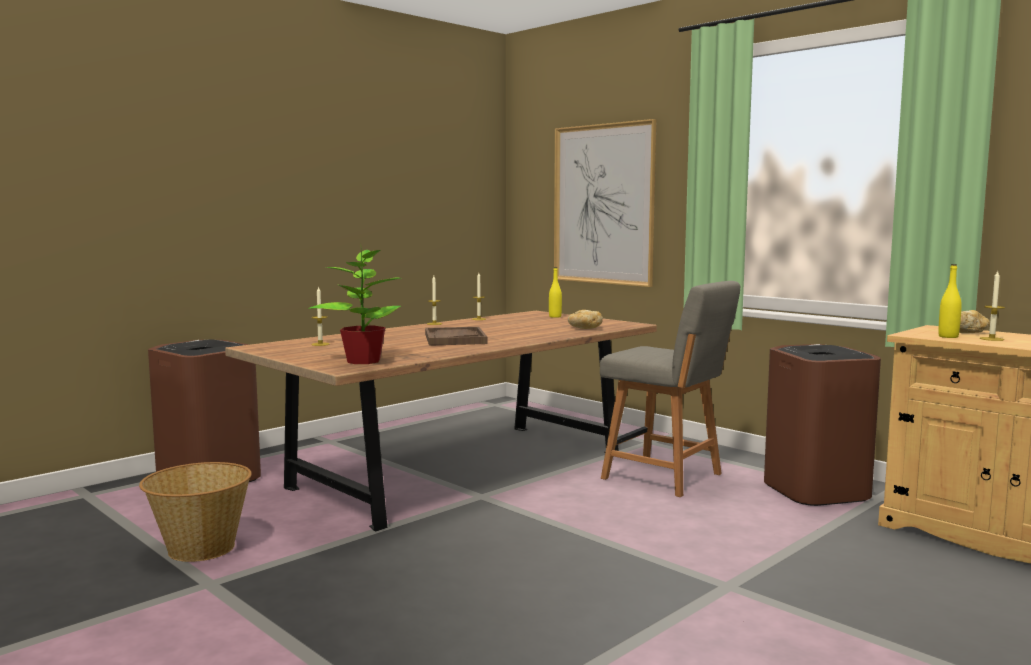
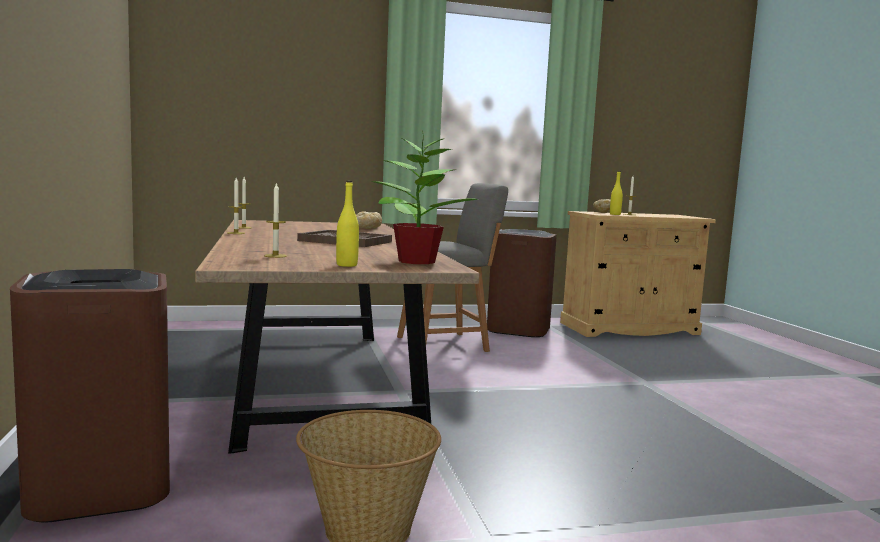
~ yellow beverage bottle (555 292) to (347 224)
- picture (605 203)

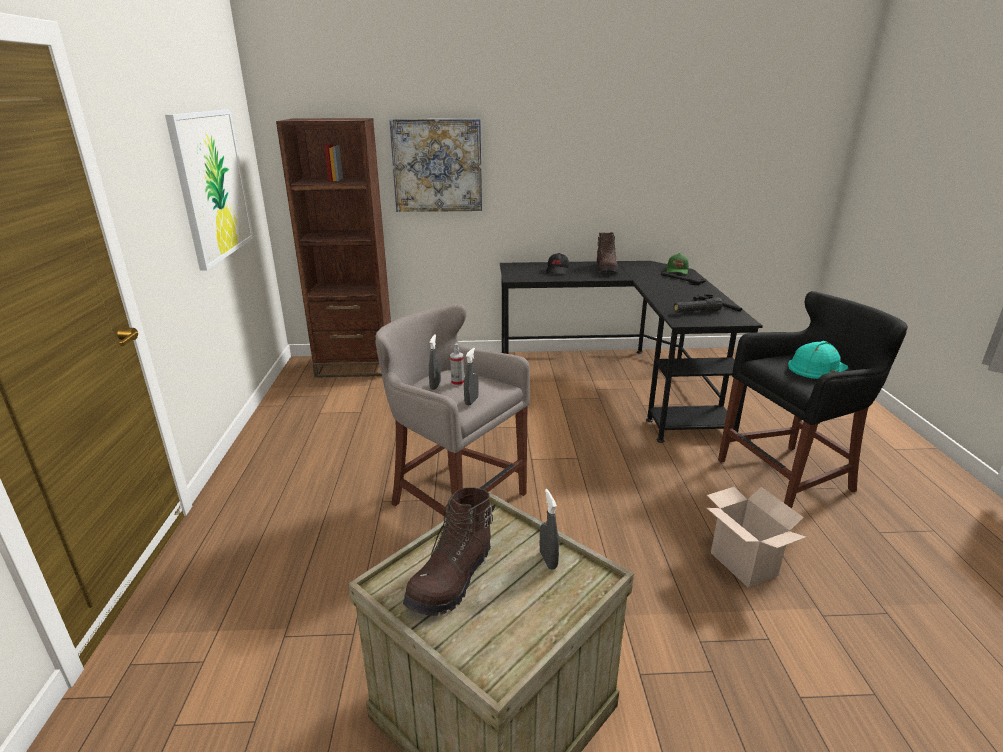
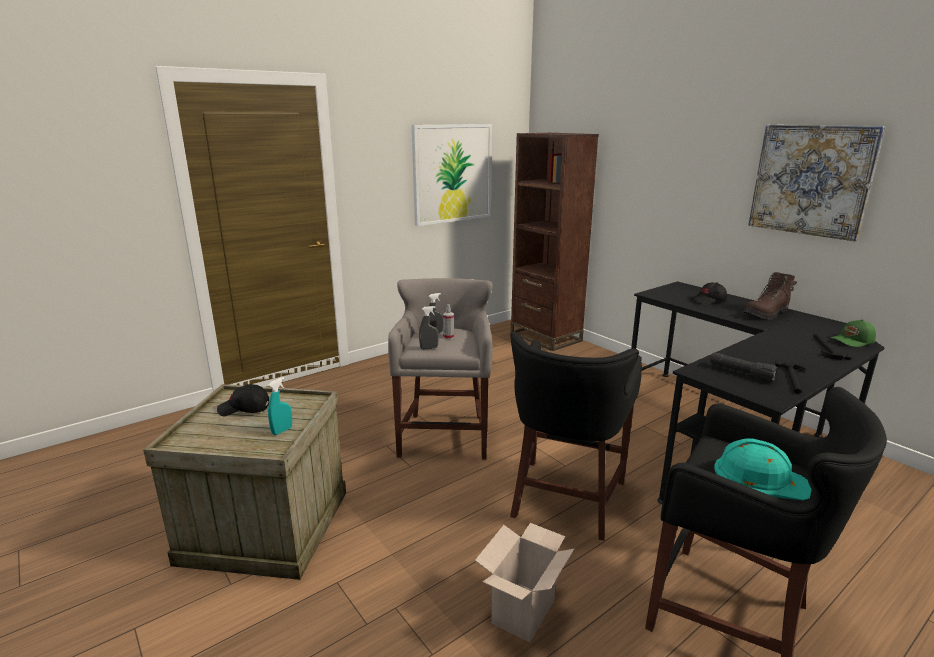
~ picture (435 165) to (817 183)
~ brown-coloured boot (449 551) to blackish cap (243 400)
~ gray spray bottle (549 529) to turquoise-coloured spray bottle (280 406)
+ blackish sitting stool (576 436)

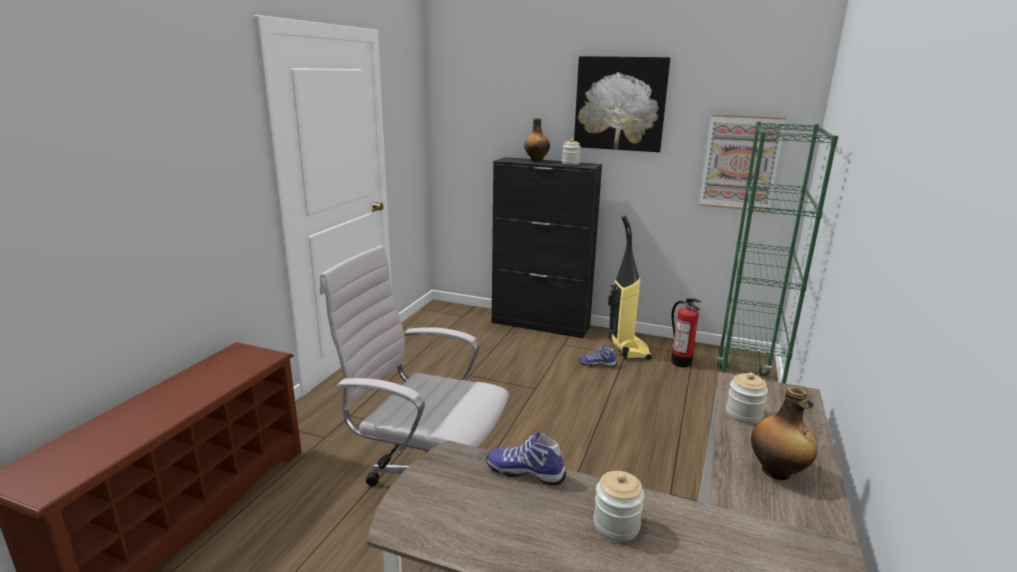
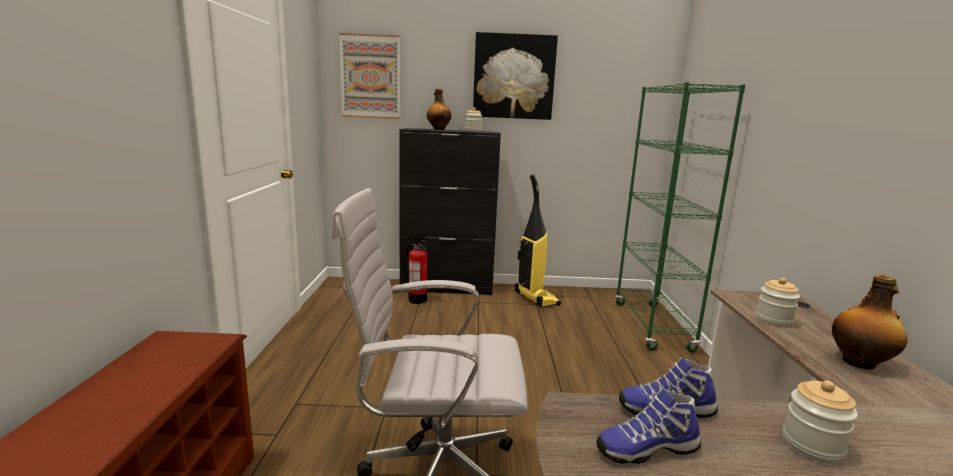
~ item of footwear (598 356) to (648 426)
~ fire-fighting cylinder (686 332) to (417 272)
~ picture (742 163) to (369 76)

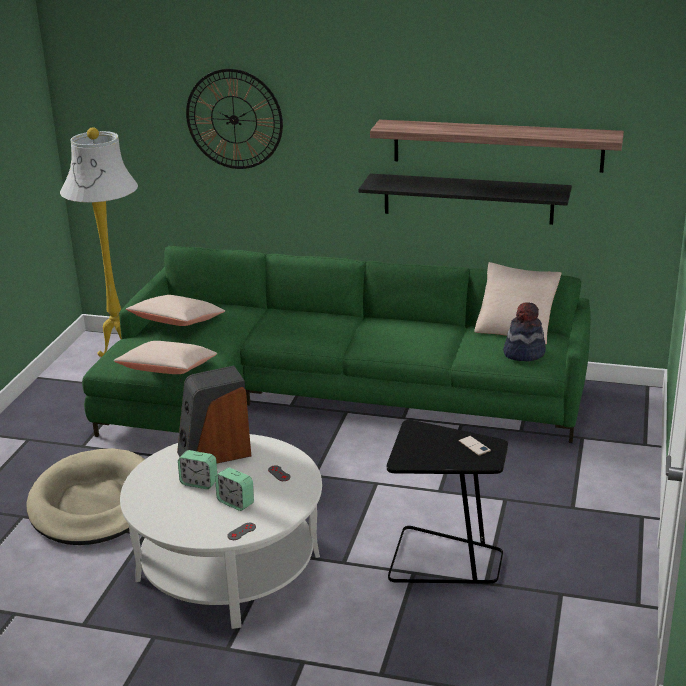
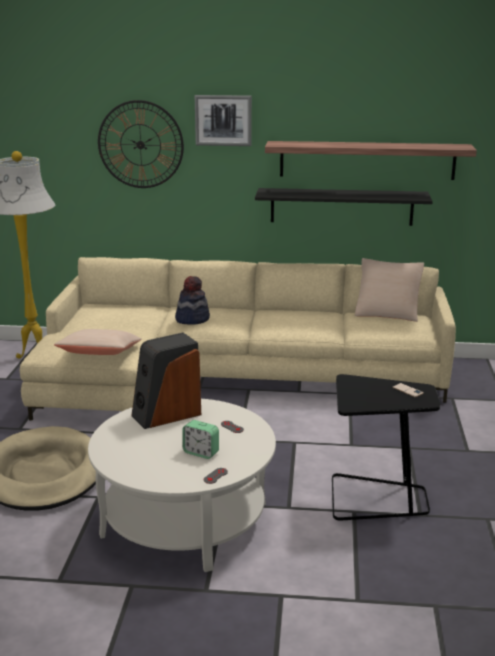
~ green couch (336 344) to beige-coloured couch (238 339)
- beige-coloured throw pillow (175 310)
- bedside clock (197 469)
~ clothing hat (524 331) to (192 300)
+ picture (223 120)

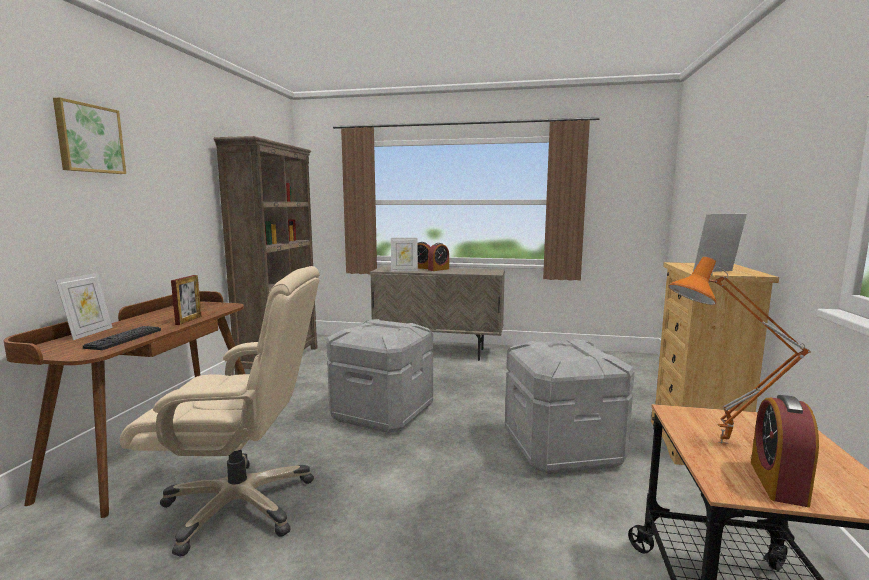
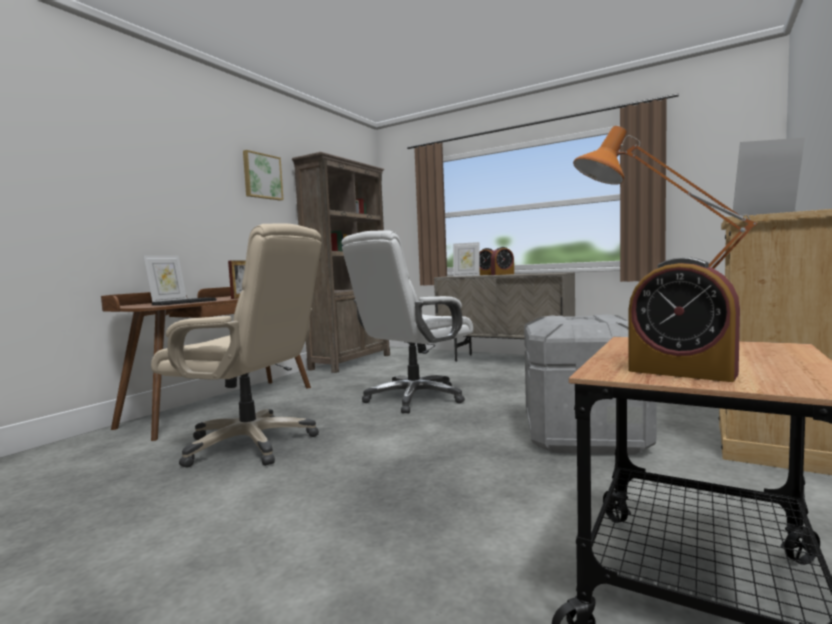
~ picture (89 135) to (263 175)
~ gray storage container (379 376) to whitish desk chair (407 322)
~ bedside clock (785 451) = (684 319) 90 degrees counterclockwise

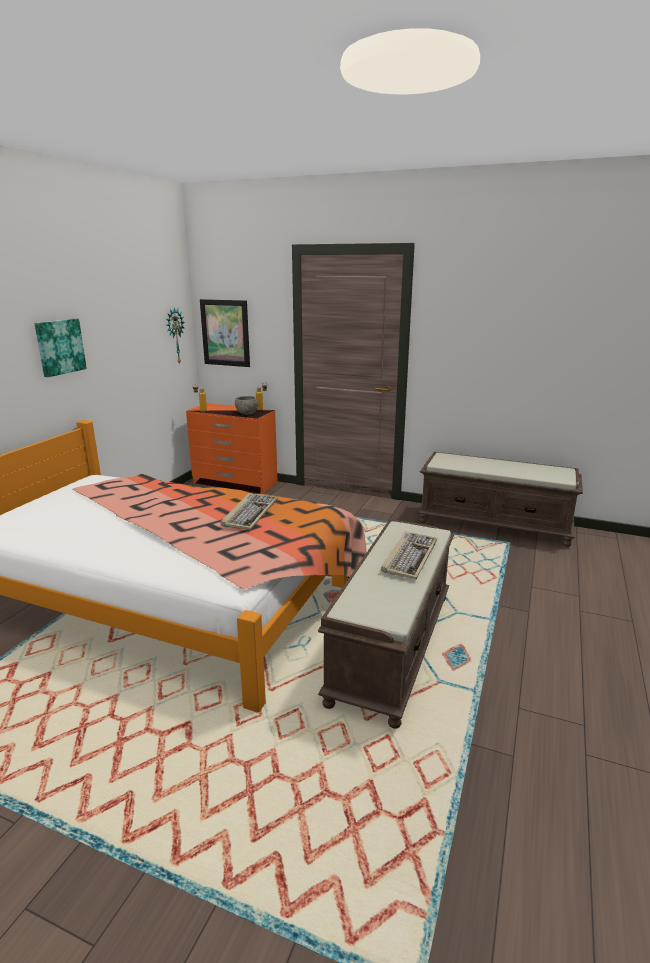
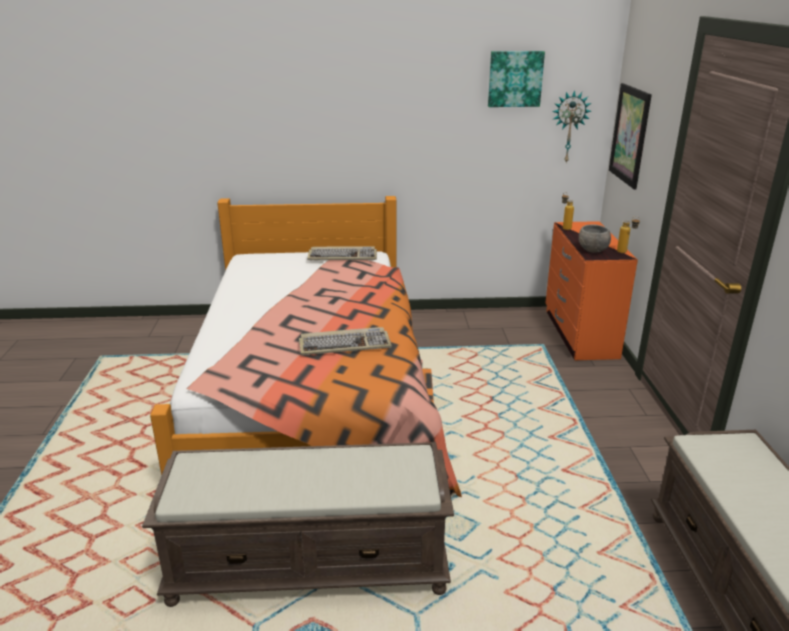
~ picture (60 348) to (516 79)
~ PC keyboard (409 555) to (342 253)

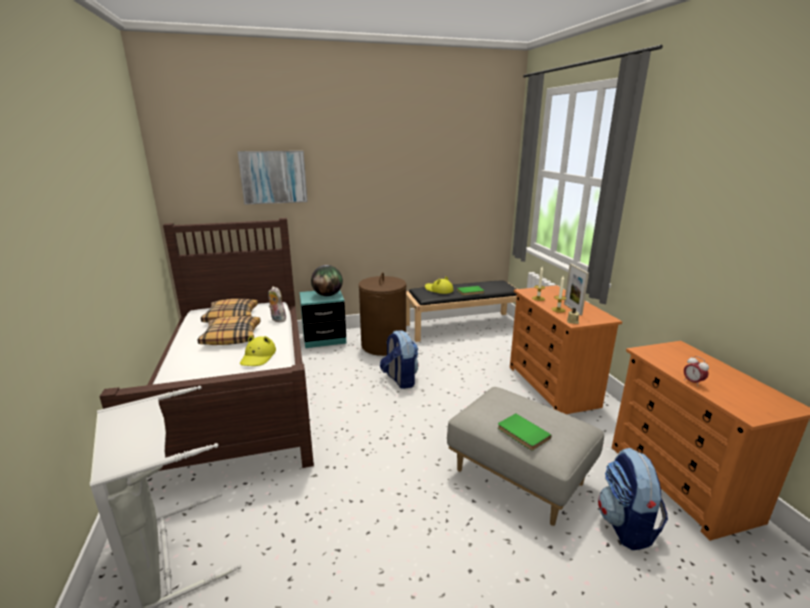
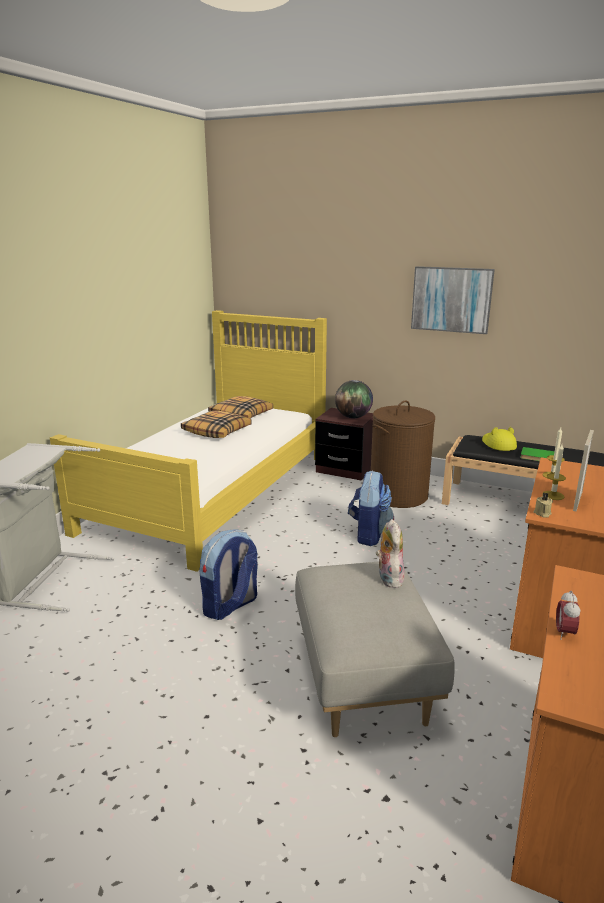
~ brown-coloured sleeping bed (206 344) to yellow sleeping bed (188 441)
~ picture (273 178) to (453 300)
- yellow clothing hat (258 350)
~ soft toy (277 304) to (390 553)
~ turquoise-coloured night table (322 319) to brown-coloured night table (344 444)
- green bound book (525 432)
~ rucksack (633 499) to (228 574)

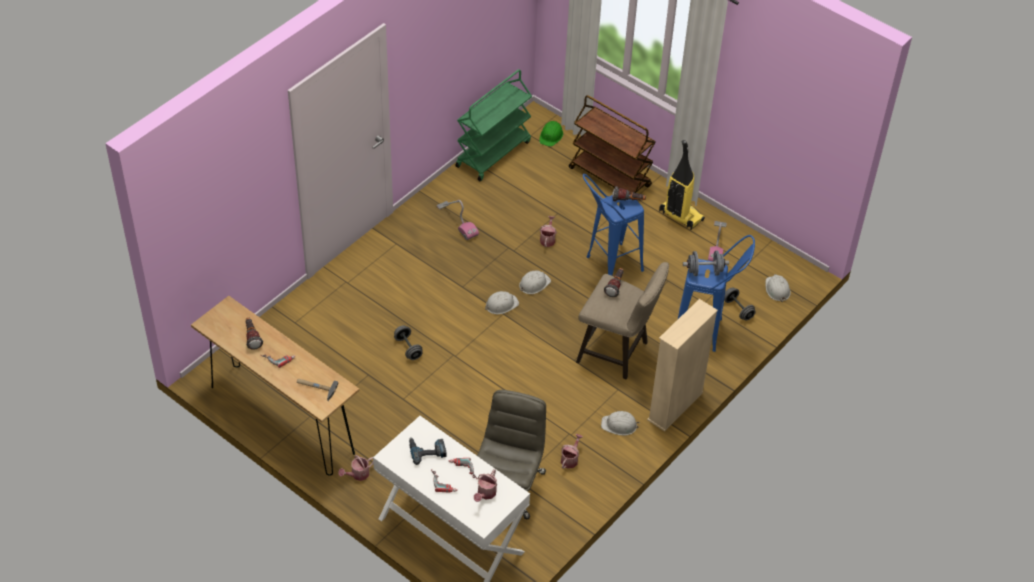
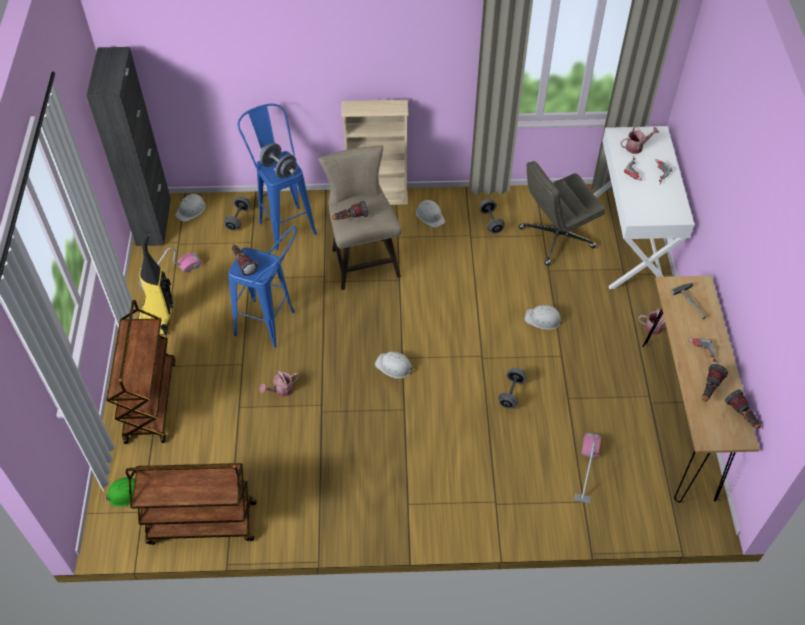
- electric drill (428 451)
~ vacuum cleaner (458 220) to (587 468)
~ green wheeled cart (493 125) to brown-coloured wheeled cart (191 504)
~ whitish hard hat (535 282) to (544 317)
~ watering can (572 451) to gray dumbbell (492 216)
+ blackish cabinet (128 146)
+ hand torch (743 409)

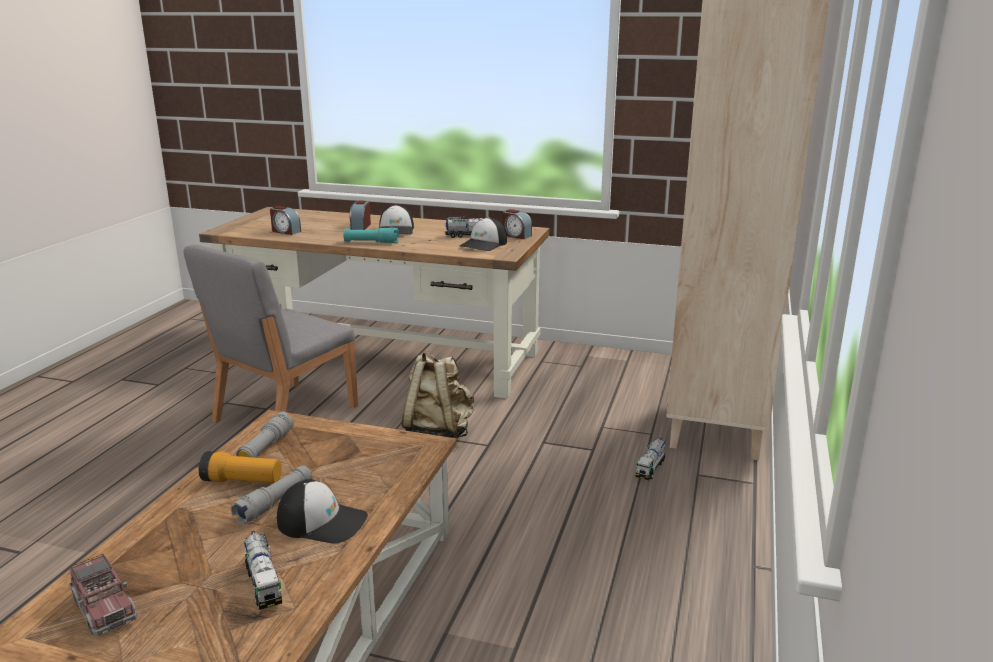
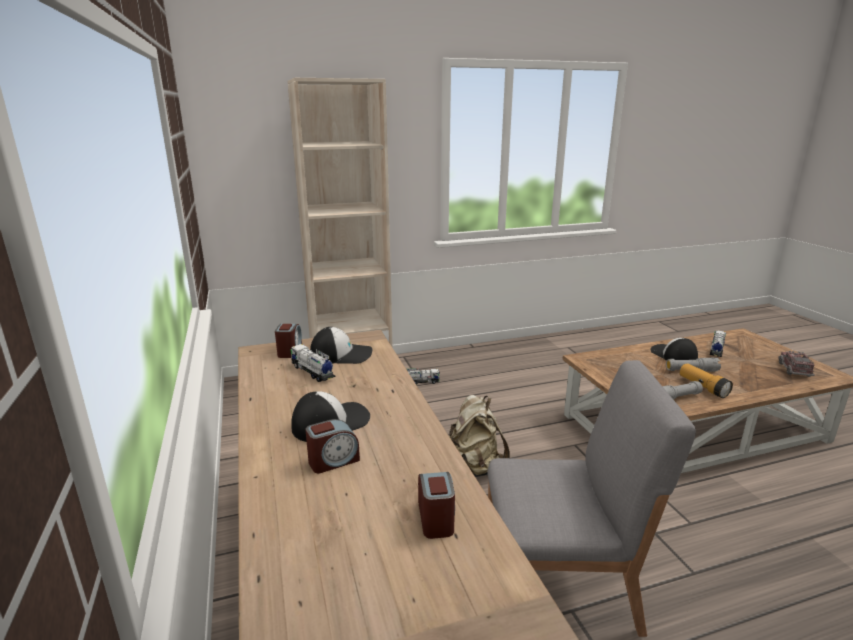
- turquoise-coloured hand torch (371 235)

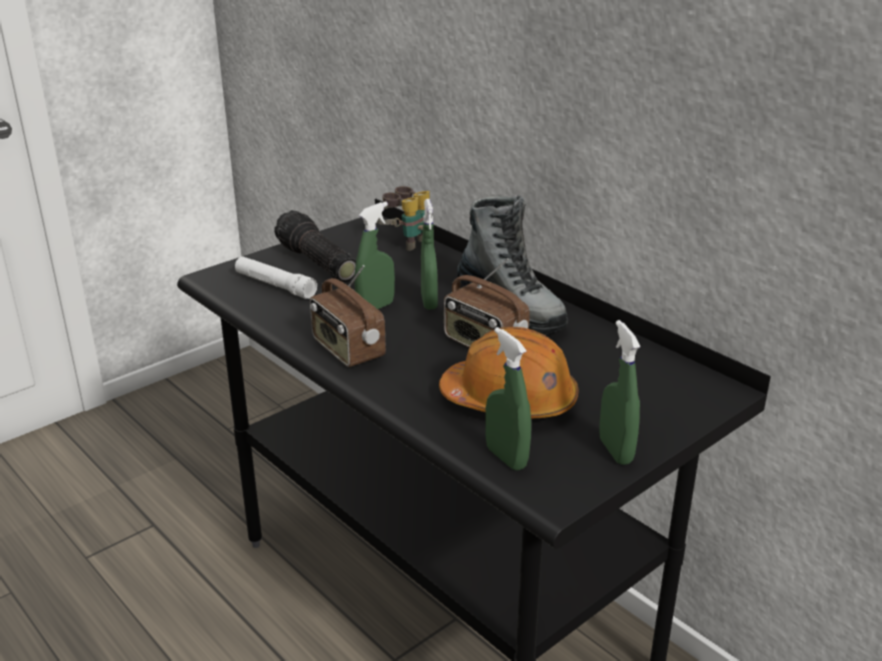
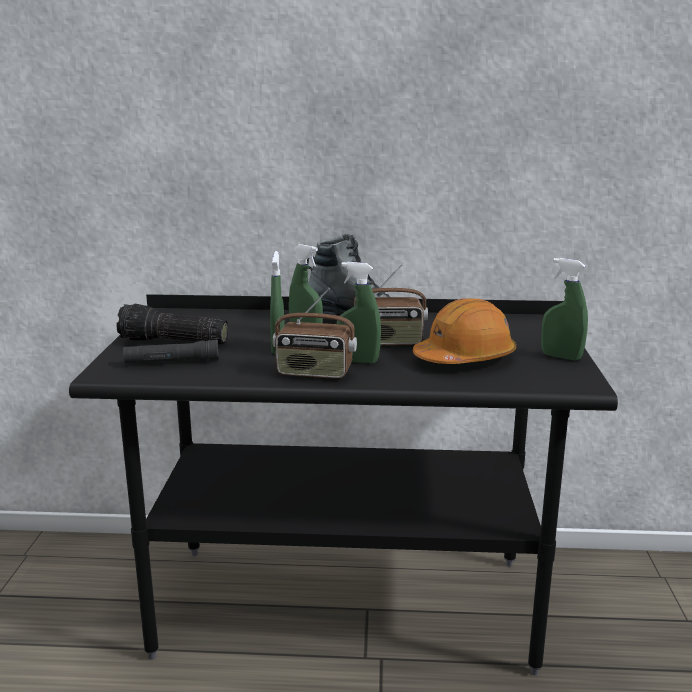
~ whitish hand torch (276 277) to blackish hand torch (171 352)
- field glasses (403 218)
~ green spray bottle (508 399) to (359 312)

